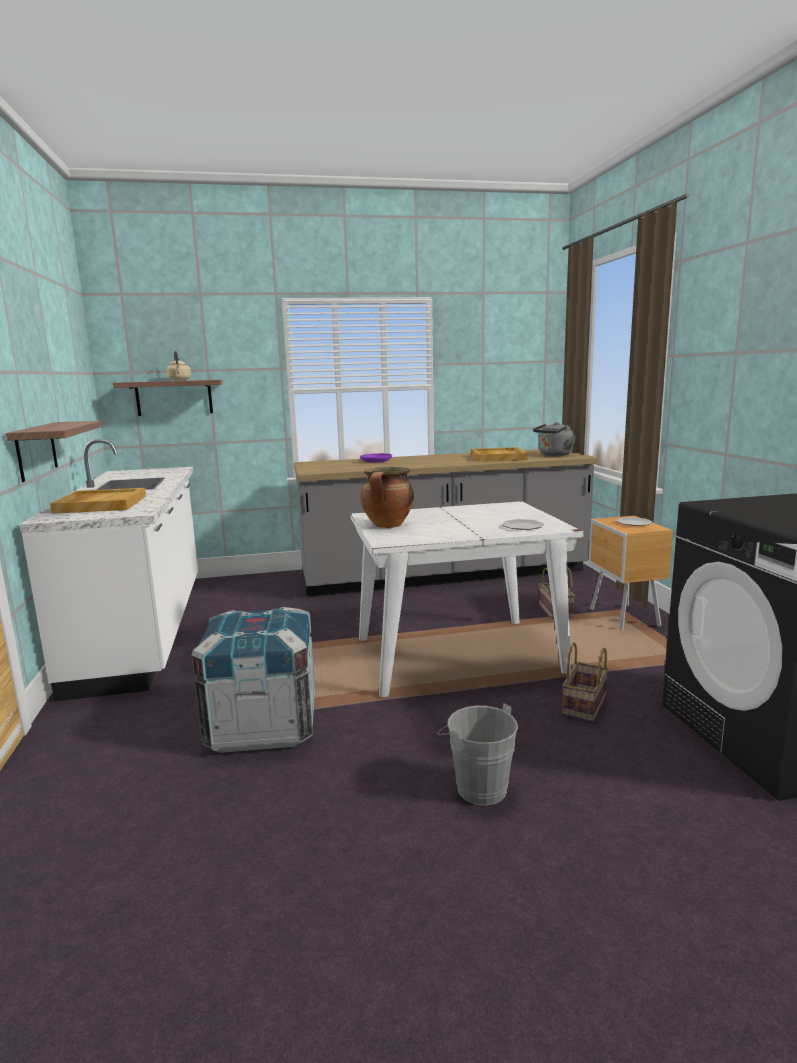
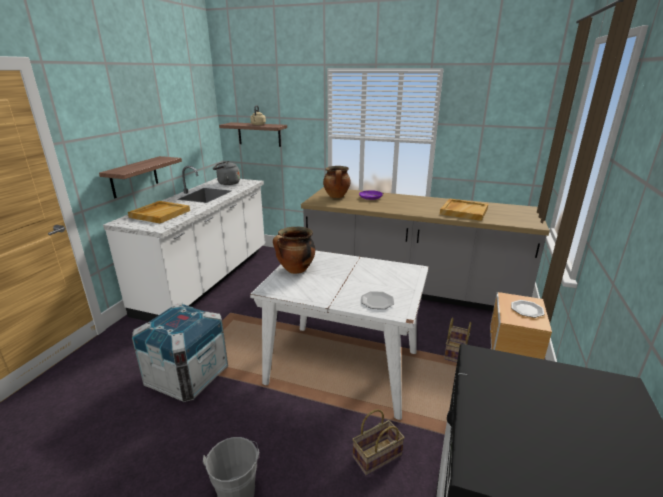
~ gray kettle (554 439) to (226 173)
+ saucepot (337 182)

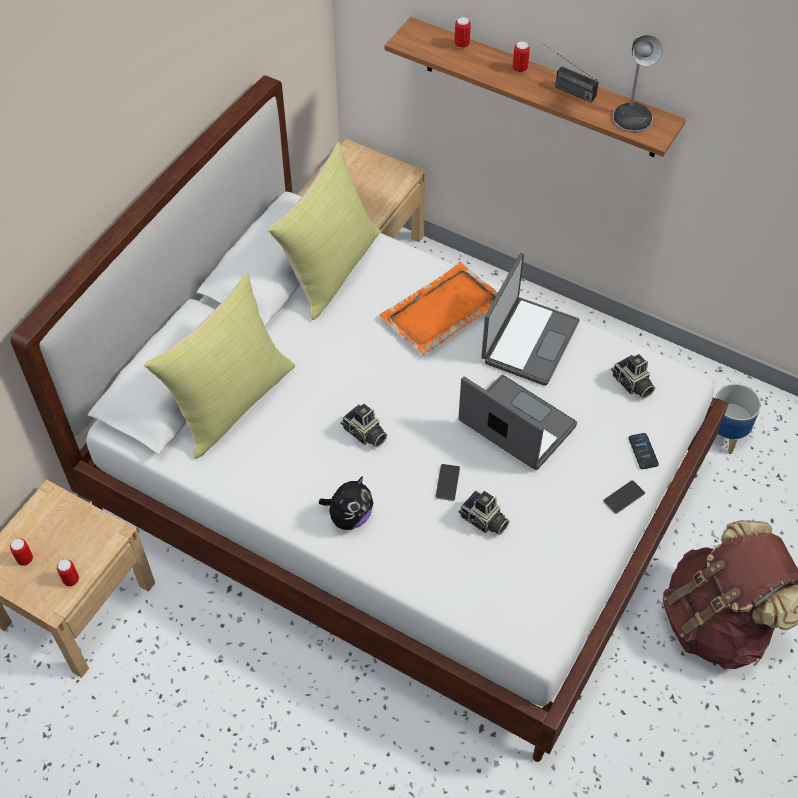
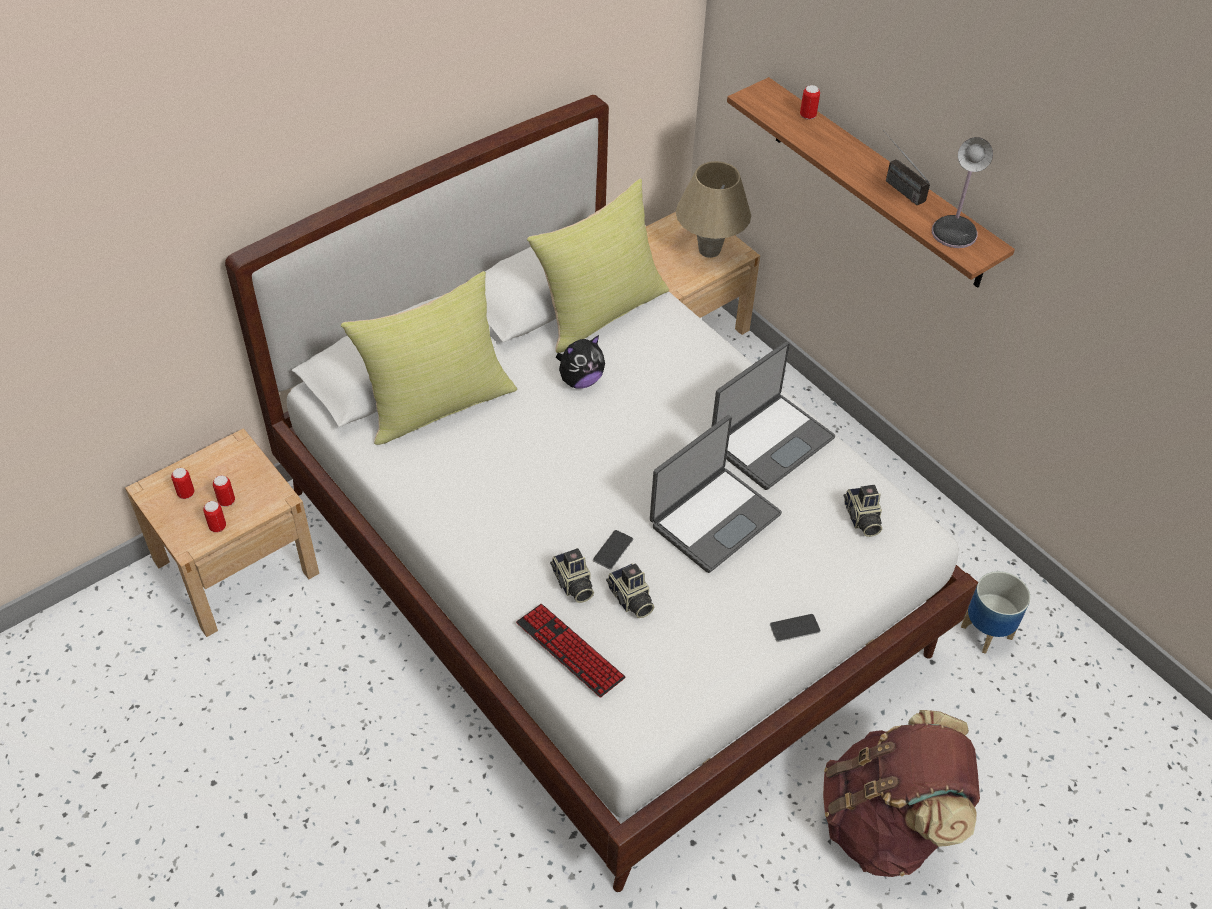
~ soft toy (346 503) to (580 362)
~ photo camera (364 425) to (572 575)
- orange serving tray (438 308)
~ portable computer (517 422) = (716 494) 75 degrees clockwise
~ metal can (521 57) to (224 491)
- telephone (643 451)
+ PC keyboard (571 650)
+ beige-coloured tabletop lamp (713 209)

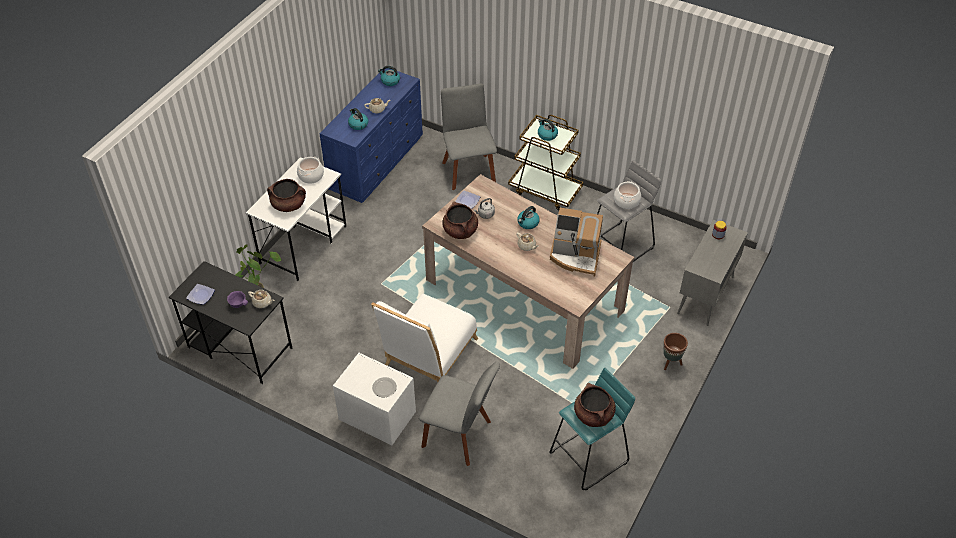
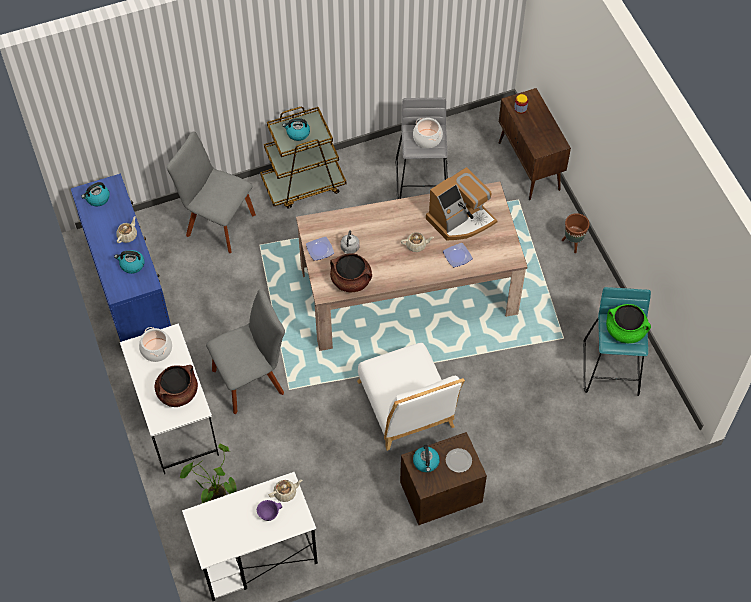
~ blackish desk unit (231 322) to whitish desk unit (250 536)
~ dinner plate (200 294) to (458 255)
~ whitish night table (374 399) to brown-coloured night table (443 478)
~ gray chair (459 413) to (245 351)
~ kettle (528 217) to (426 458)
~ brown-coloured saucepot (595 405) to green saucepot (628 323)
~ gray cabinet (712 273) to brown-coloured cabinet (535 144)

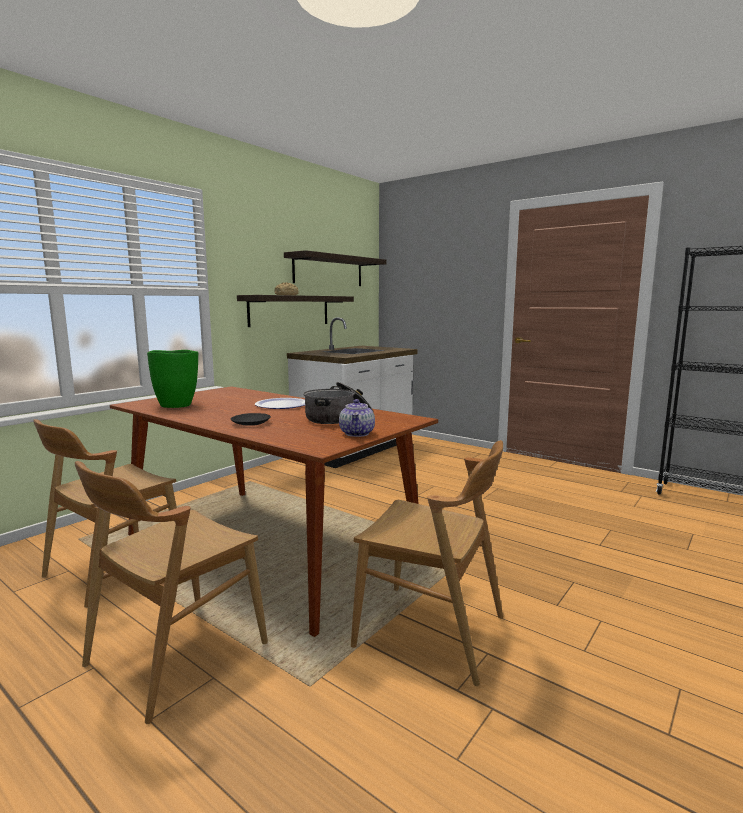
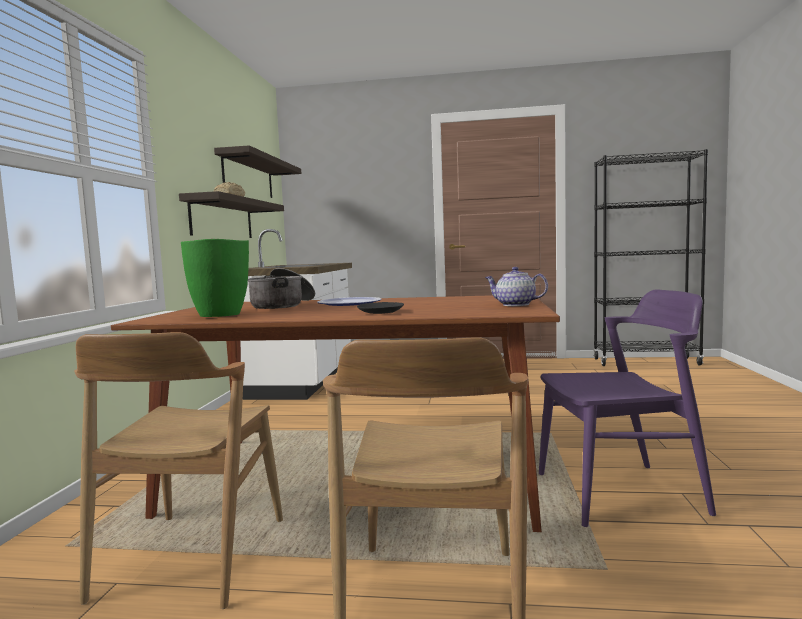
~ saucepot (338 403) to (281 288)
~ pot for tea (357 418) = (516 286) 150 degrees clockwise
~ brown-coloured chair (427 563) to purplish chair (627 408)

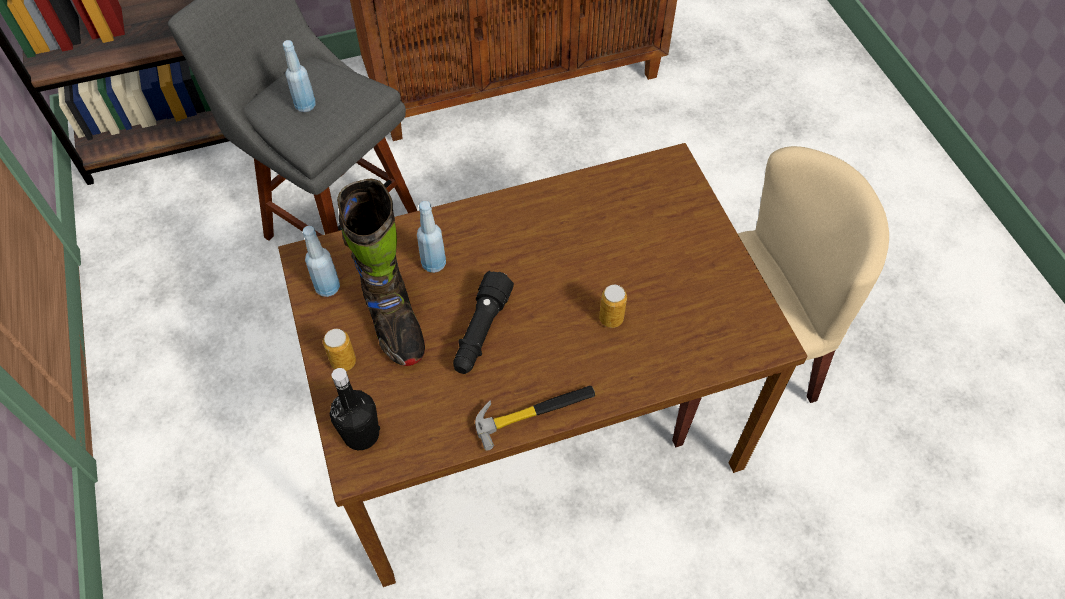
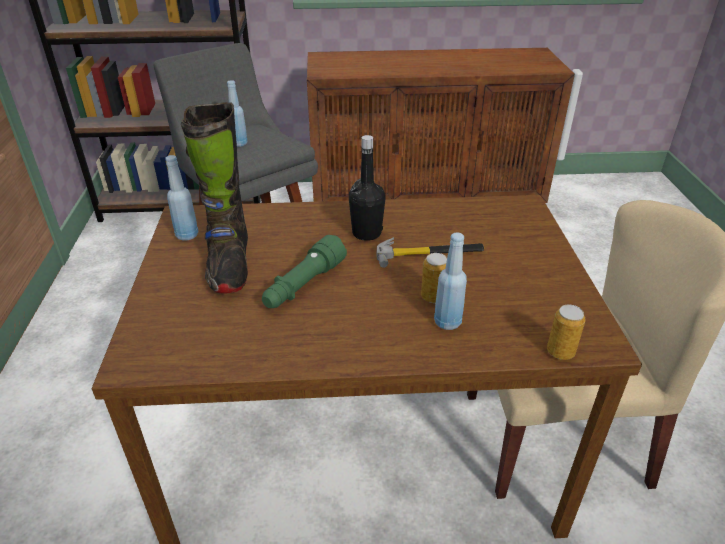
~ metal can (339 350) to (566 332)
~ blackish beverage bottle (355 409) to (367 188)
~ bluish beverage bottle (431 237) to (450 281)
~ blackish hand torch (483 322) to green hand torch (304 271)
~ hand hammer (535 418) to (430 252)

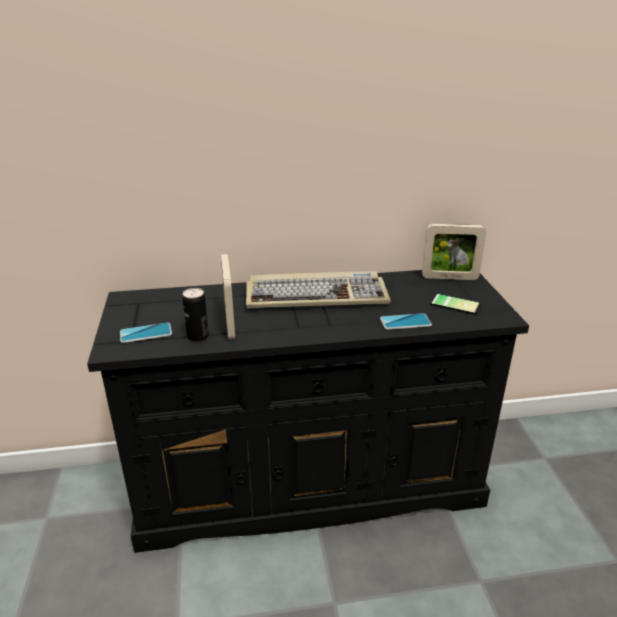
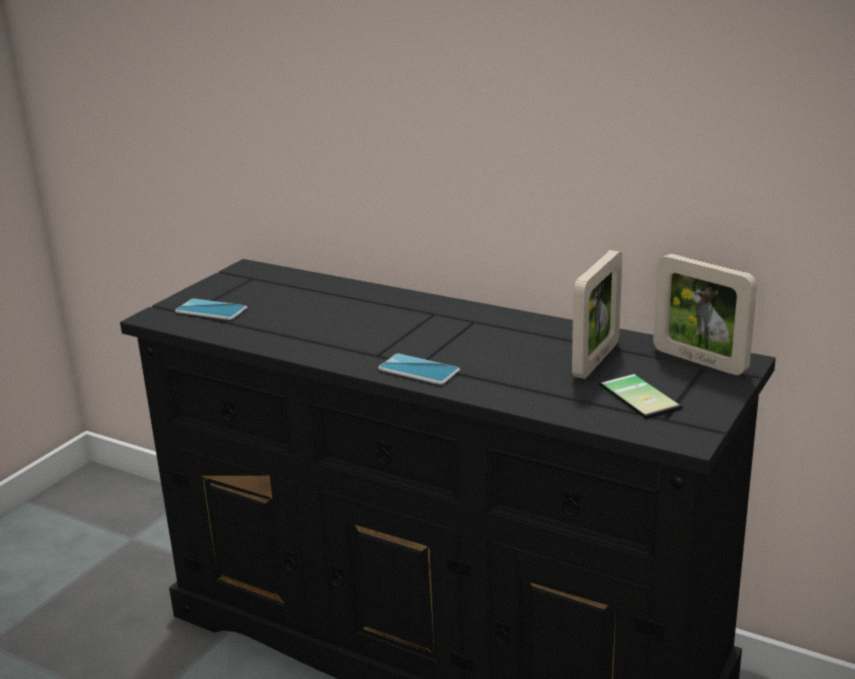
- metal can (195 315)
~ standing frame (228 296) to (597 314)
- PC keyboard (318 289)
~ telephone (406 321) to (419 369)

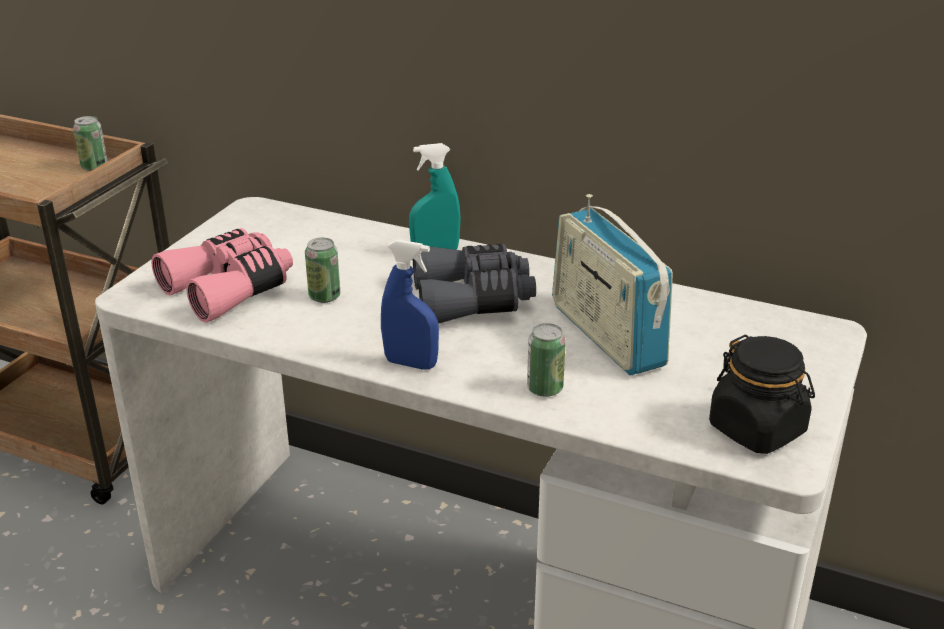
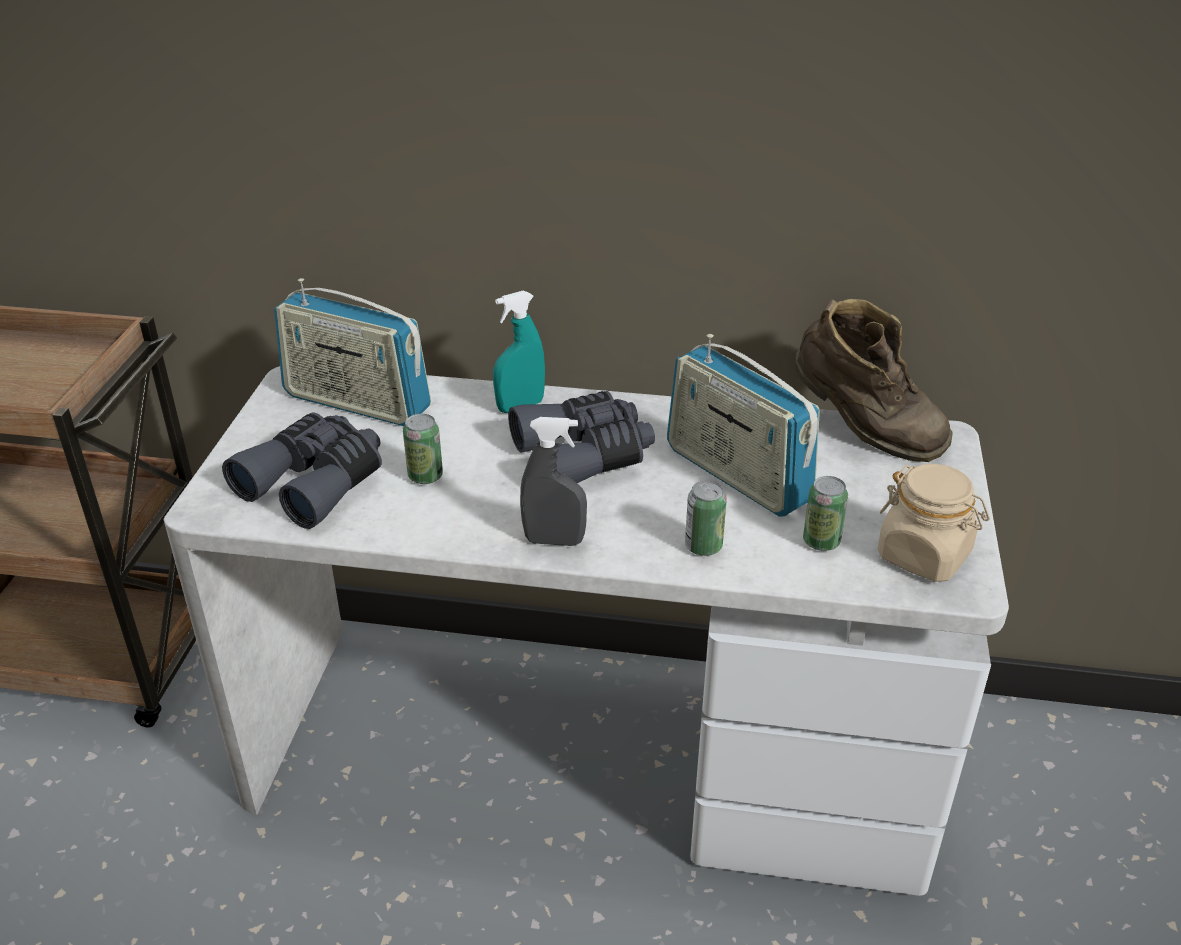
~ metal can (90 143) to (825 513)
~ pinkish field glasses (222 275) to gray field glasses (302 470)
~ bluish spray bottle (410 305) to gray spray bottle (553 481)
~ blackish jar (762 394) to beige-coloured jar (933 523)
+ radio set (352 352)
+ brown-coloured boot (873 380)

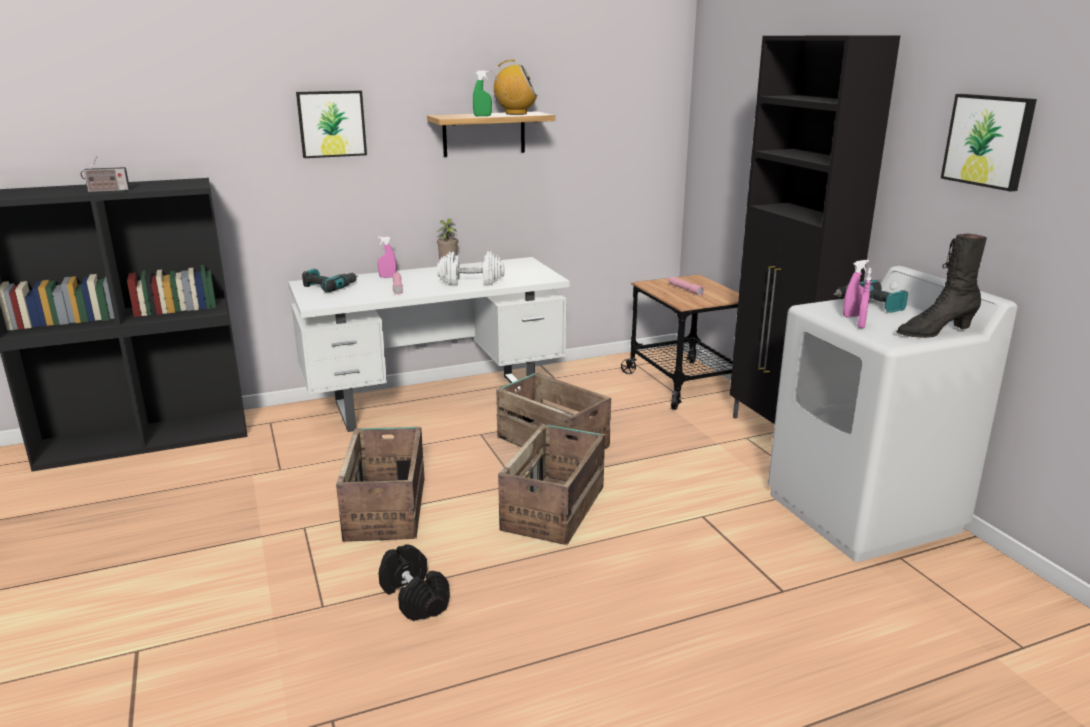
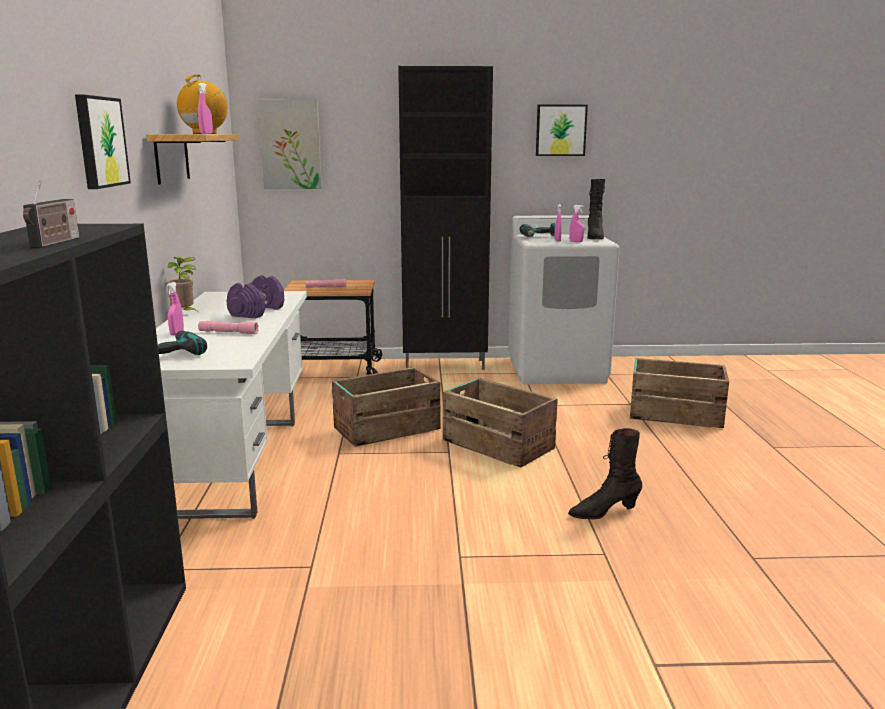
~ shipping crate (380 484) to (679 393)
~ blackish dumbbell (414 582) to blackish boot (605 473)
~ whitish dumbbell (470 268) to purplish dumbbell (255 297)
~ green spray bottle (482 93) to pinkish spray bottle (205 108)
+ picture (290 144)

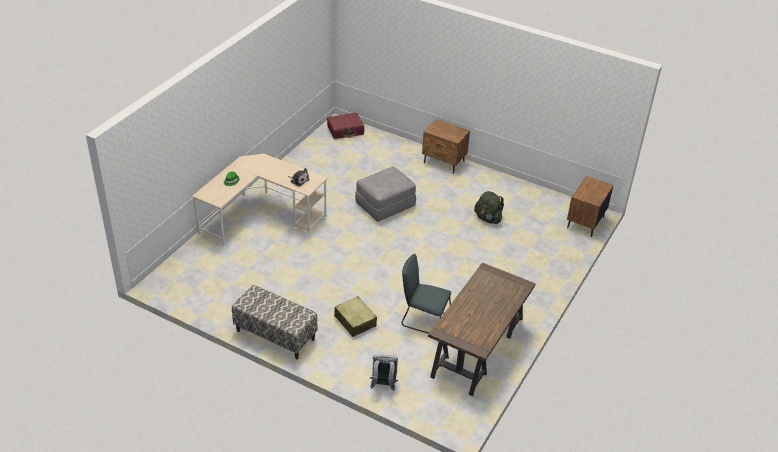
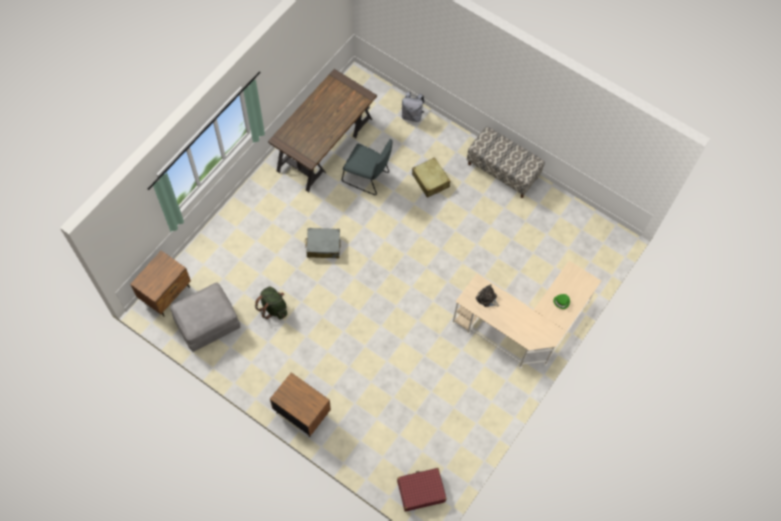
~ gray footrest (385 194) to (205 317)
+ gray piece of luggage (323 243)

